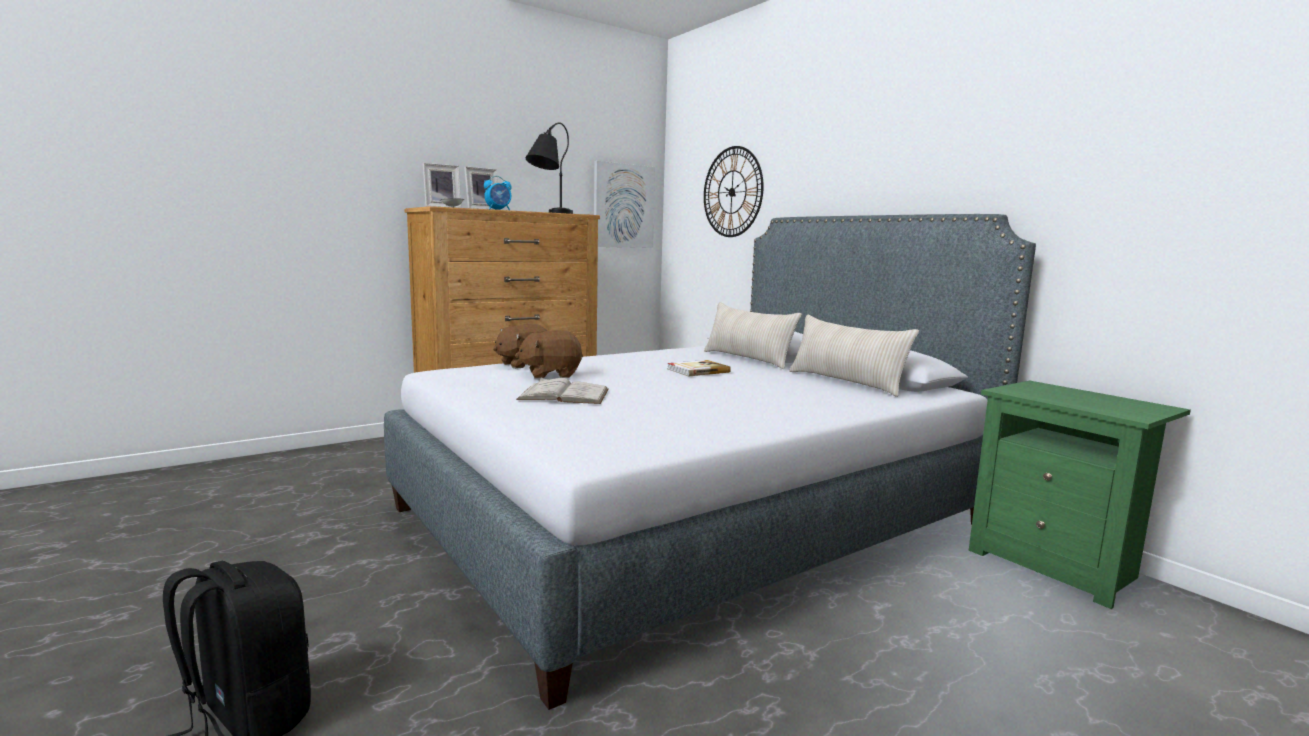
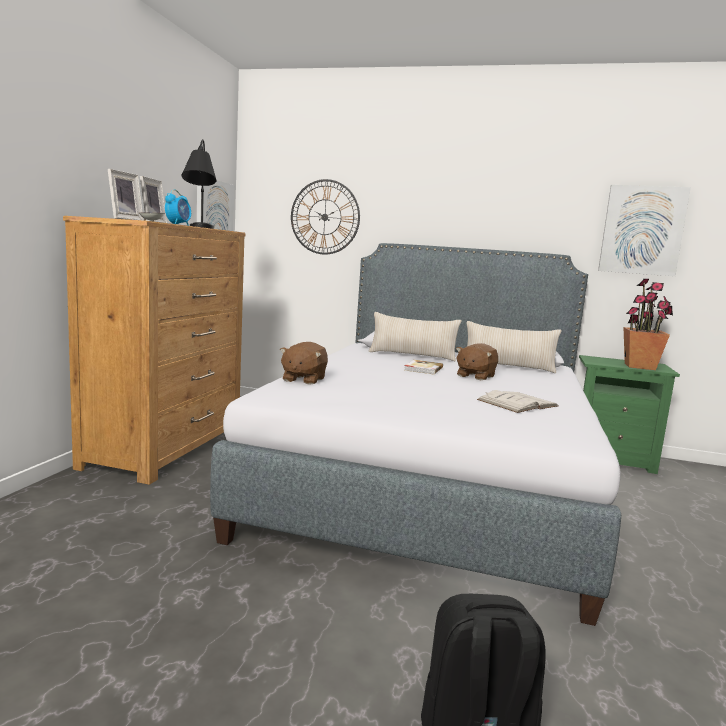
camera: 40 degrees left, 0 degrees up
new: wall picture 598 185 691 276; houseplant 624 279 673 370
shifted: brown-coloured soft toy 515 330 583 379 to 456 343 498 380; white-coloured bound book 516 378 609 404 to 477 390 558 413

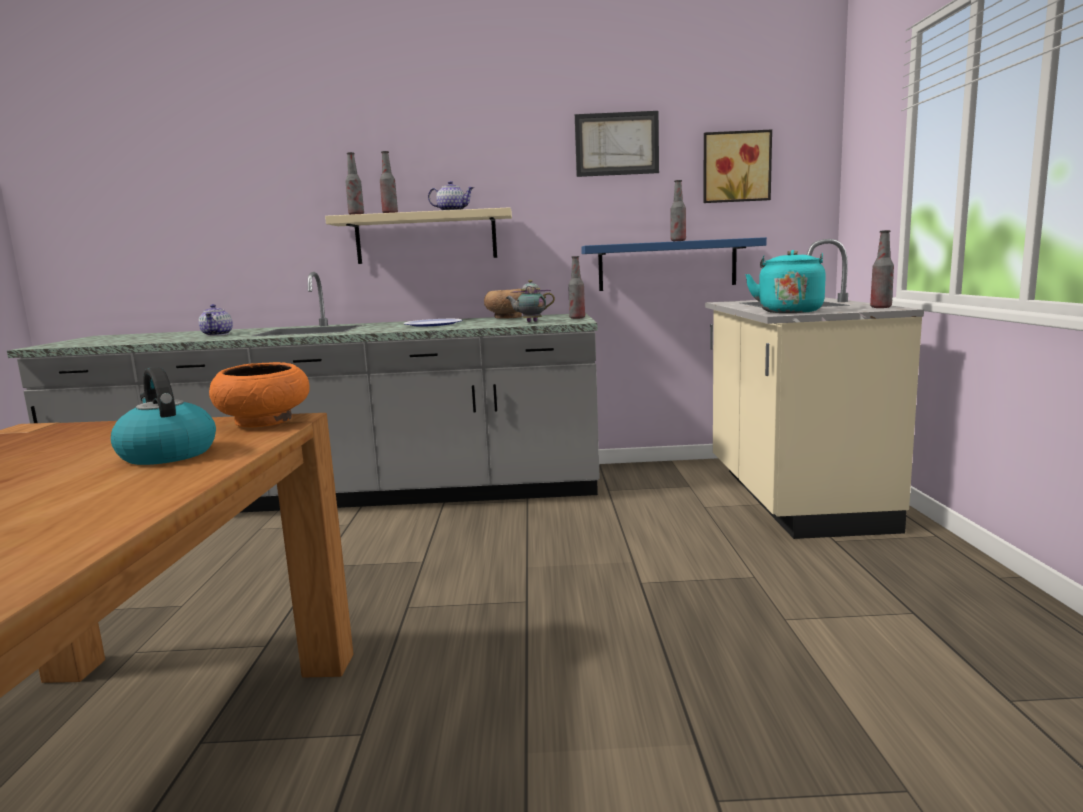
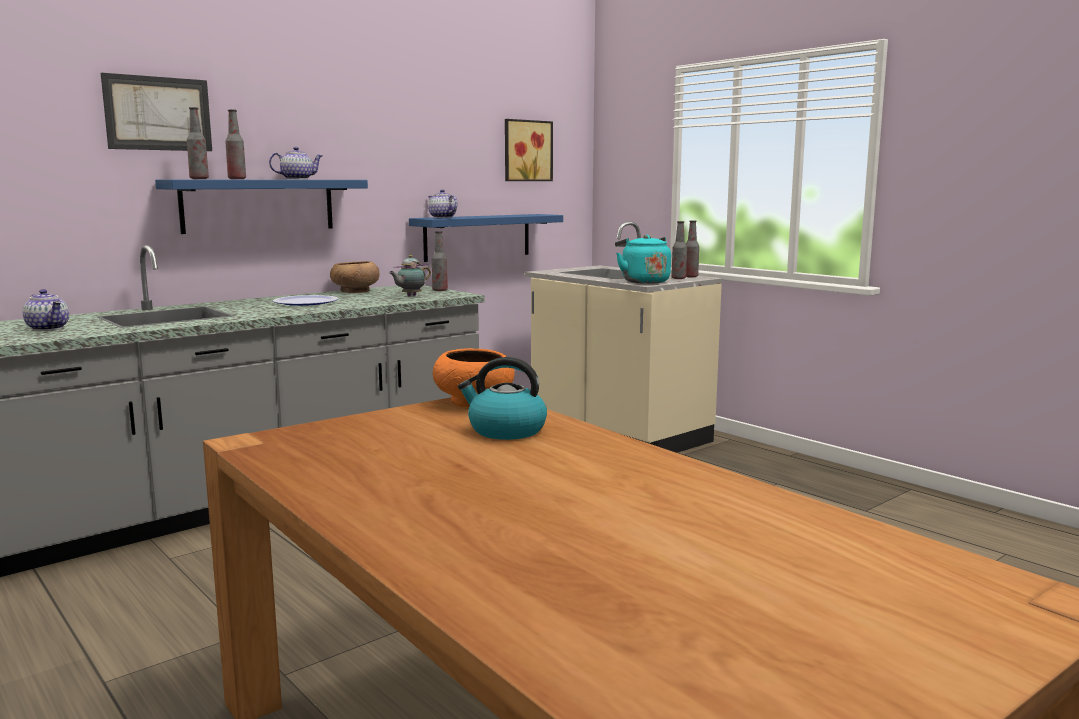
camera: 40 degrees left, 0 degrees up
new: pot for tea 428 189 457 218
shifted: wall picture 575 111 659 177 to 101 73 212 151; beverage bottle 671 180 686 241 to 671 221 687 279
repainted: beige-coloured wall shelf 325 207 512 264 to blue-coloured wall shelf 155 180 368 234

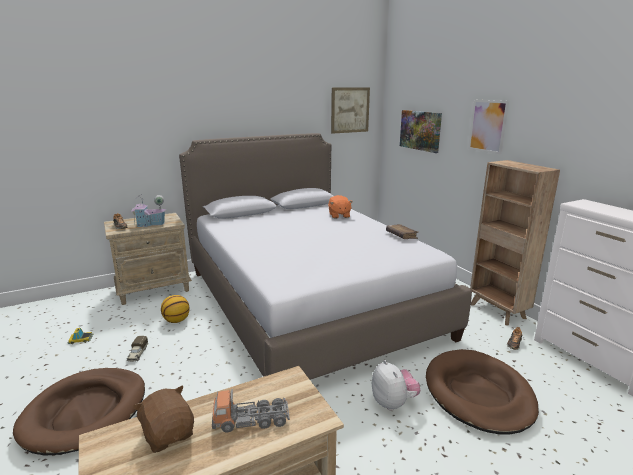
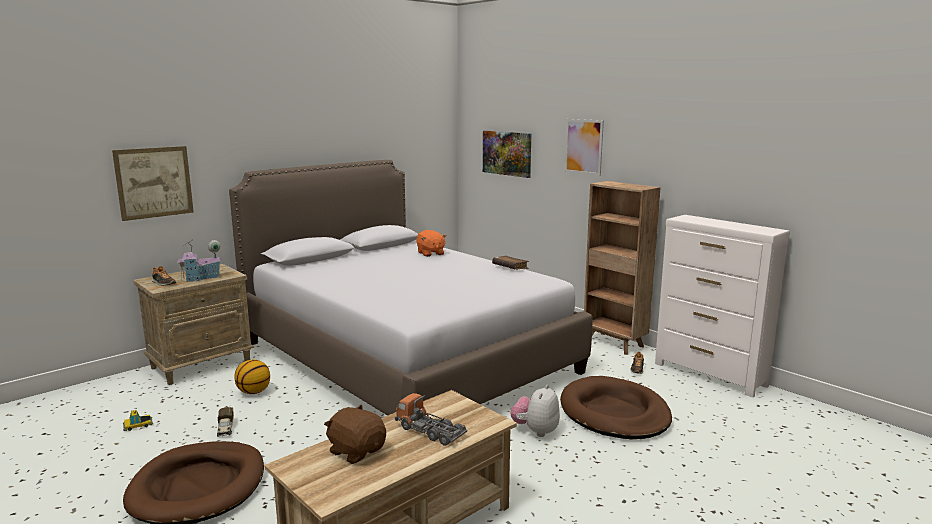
camera: 15 degrees left, 5 degrees down
shifted: wall picture 331 87 370 134 to 112 146 194 221
rotated: toy truck 212 389 290 433 = 395 393 467 446 60 degrees clockwise; soft toy 372 360 420 411 = 510 385 560 437 120 degrees counterclockwise

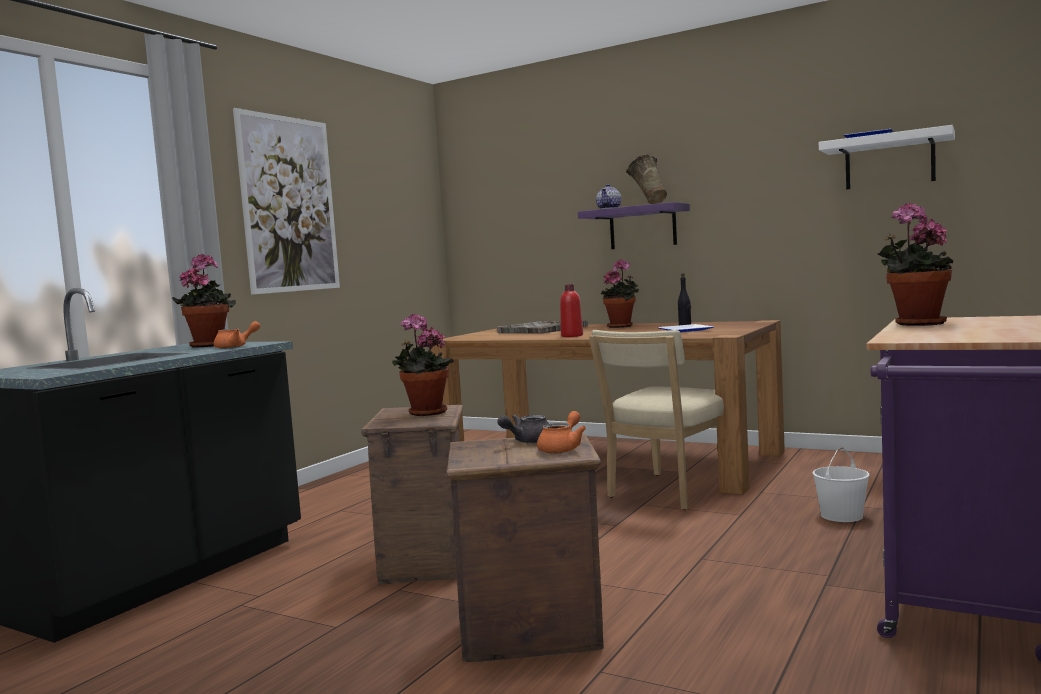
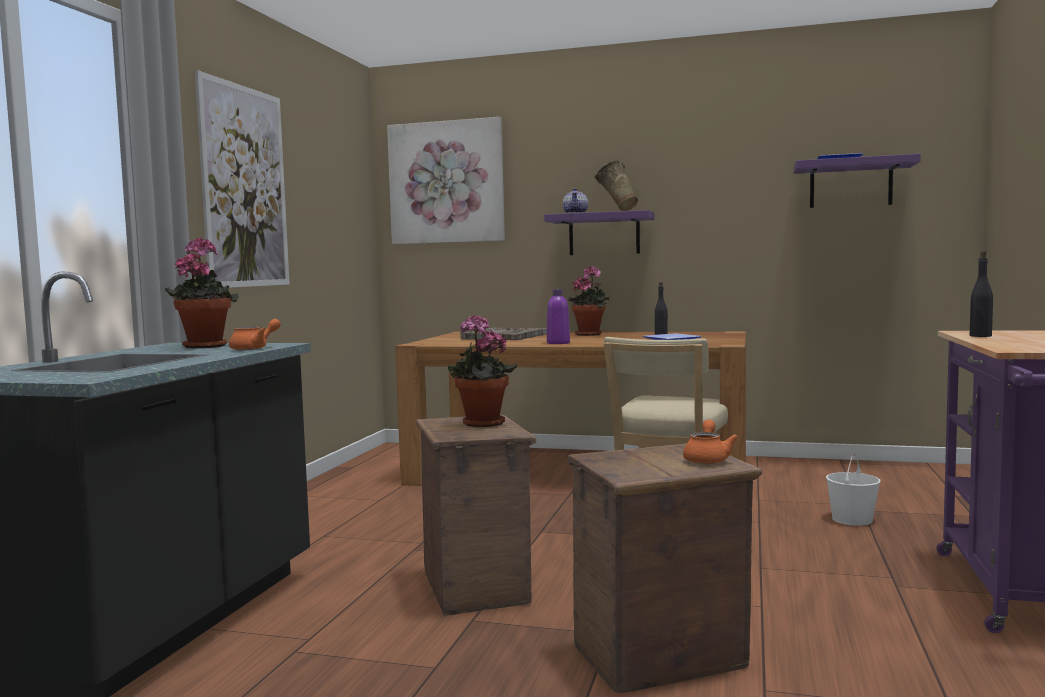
camera: 15 degrees left, 0 degrees up
gone: greyish pot for tea 497 415 549 443
new: wall picture 387 117 505 244
swapped: houseplant 878 203 953 326 to black beverage bottle 970 251 993 337
repainted: red-coloured beverage bottle 560 284 583 337 to purplish beverage bottle 547 289 570 344; white-coloured wall shelf 819 125 955 190 to purplish wall shelf 794 154 921 208

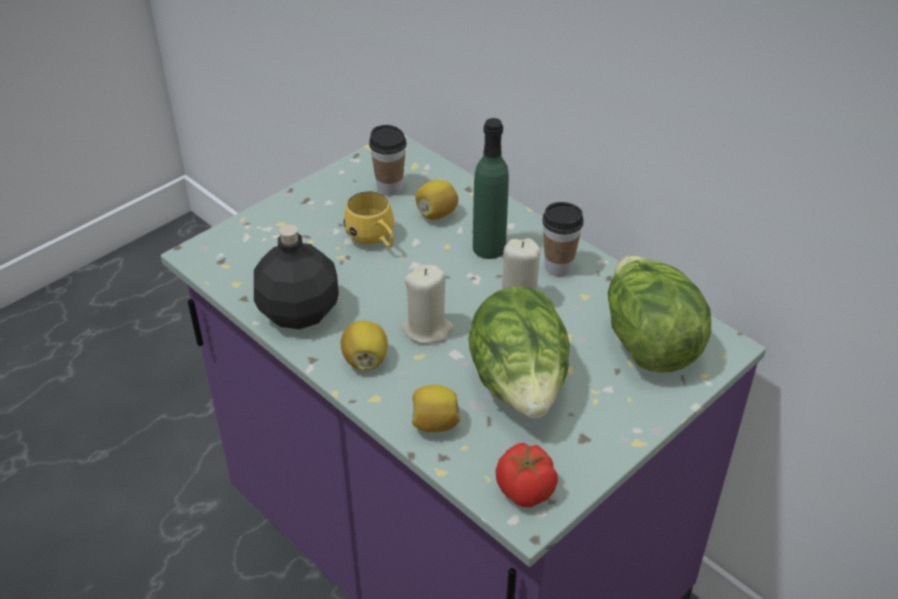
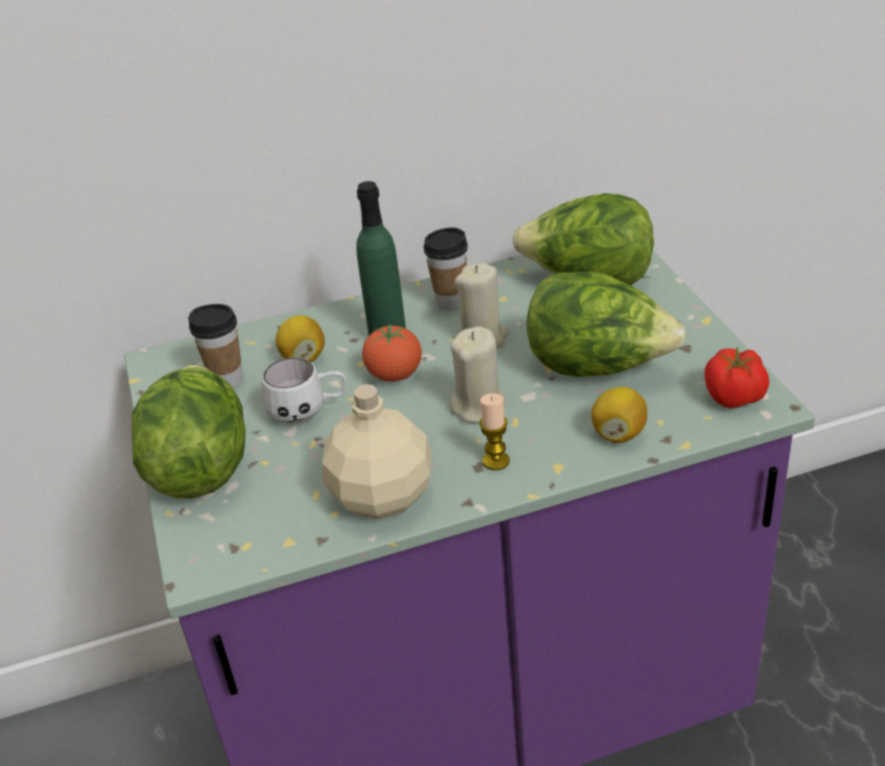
camera: 60 degrees left, 5 degrees down
new: head of lettuce 131 365 246 498; tomato 362 324 422 382
swapped: lemon 341 320 388 370 to wax light 479 393 510 470
repainted: yellow tea mug 343 191 394 248 to white-coloured tea mug 261 358 346 424; black beverage bottle 254 224 339 329 to beige-coloured beverage bottle 322 384 431 519

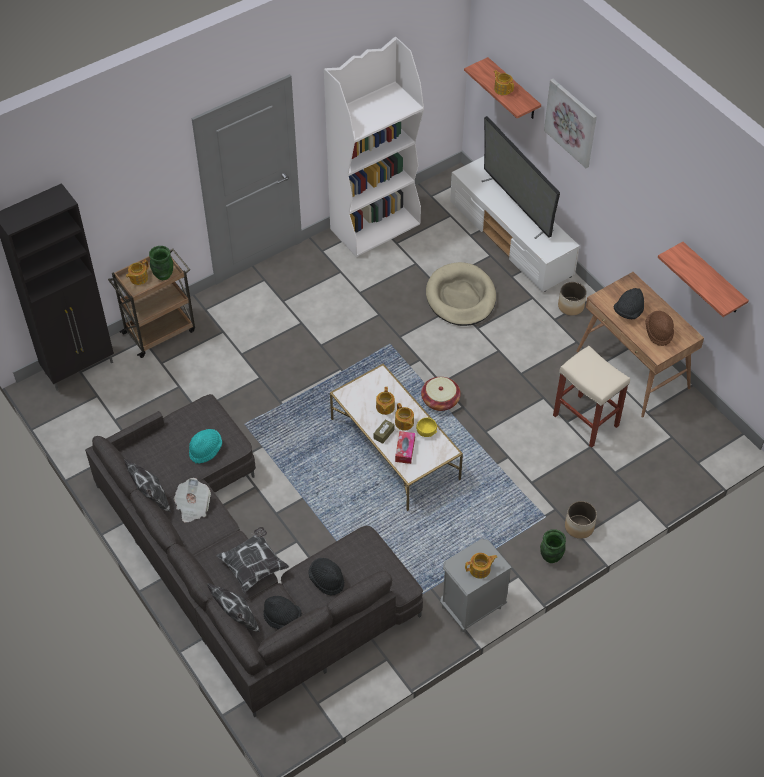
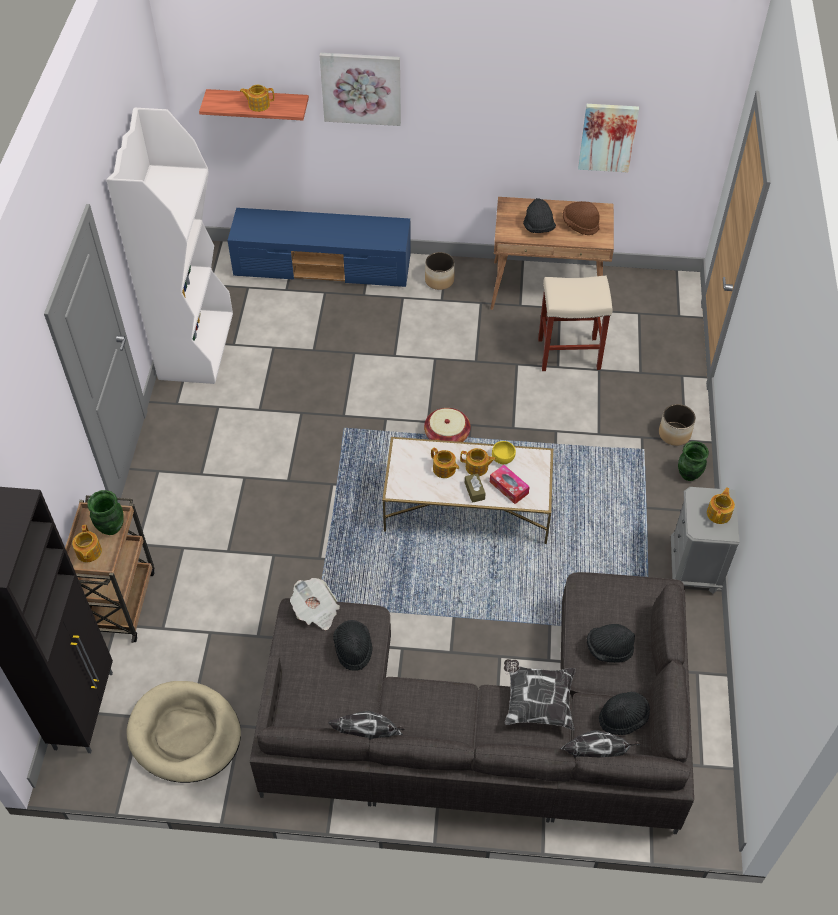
camera: 50 degrees left, 0 degrees up
gone: television 482 116 560 239
shifted: beige-coloured pet bed 426 262 496 326 to 127 681 241 783; printed paper 174 478 211 523 to 290 578 340 630
swapped: wall shelf 658 242 749 317 to wall picture 578 104 639 173
repainted: white-coloured tv stand 450 156 580 292 to blue-coloured tv stand 228 208 411 287; turquoise-coloured wearable hat 189 429 222 464 to black wearable hat 333 620 373 671

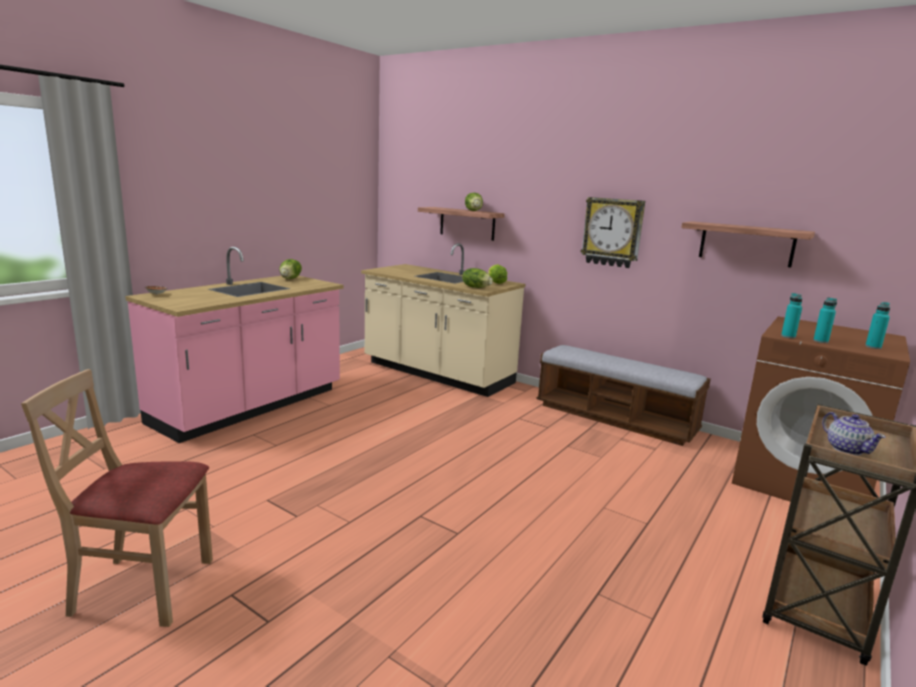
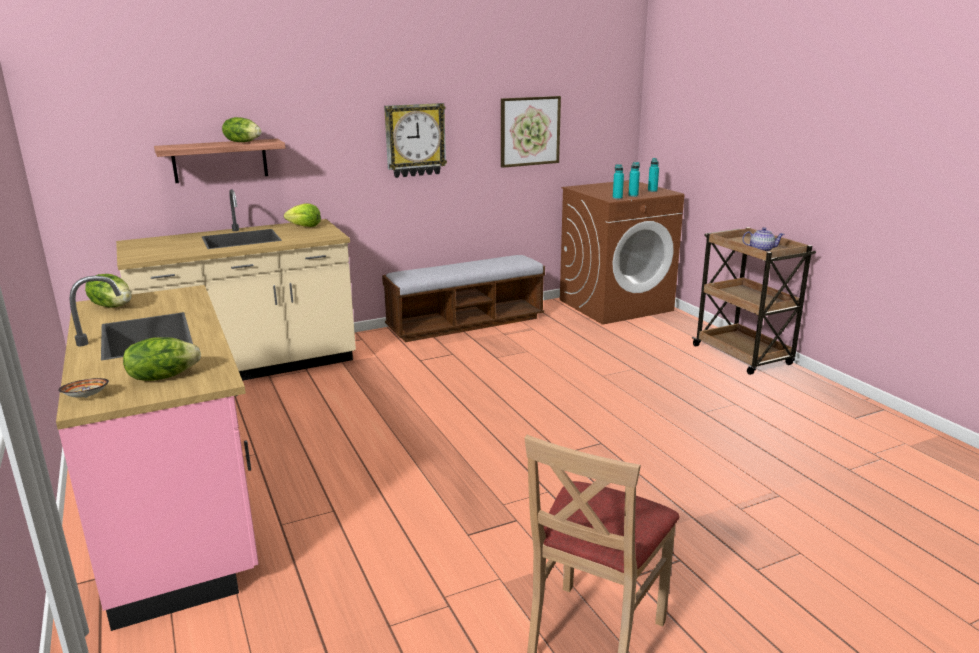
camera: 60 degrees left, 5 degrees up
shifted: head of lettuce 462 268 493 288 to 123 337 201 381
swapped: wall shelf 681 221 815 267 to wall picture 501 96 561 168

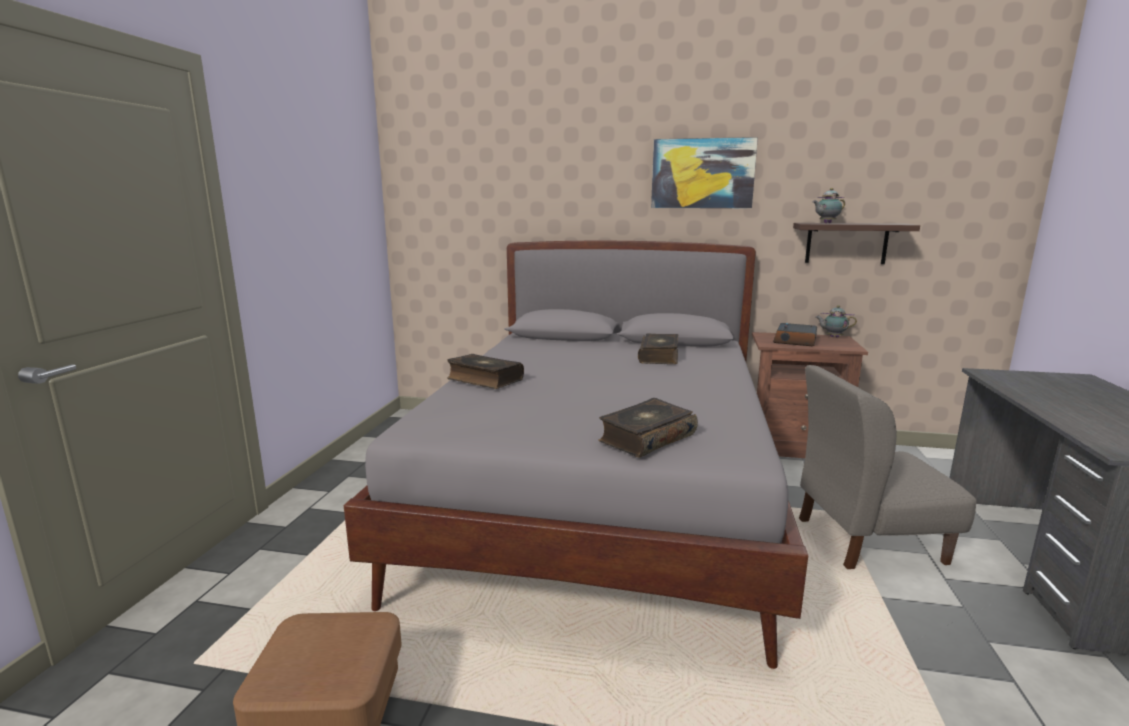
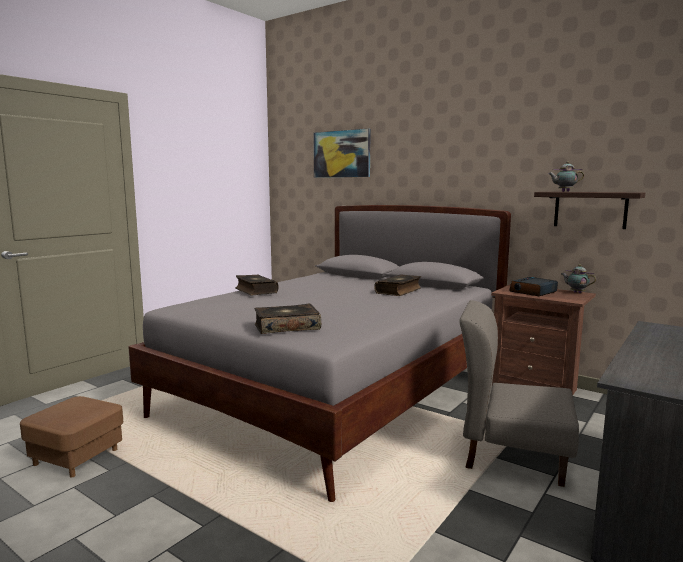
camera: 25 degrees right, 5 degrees down
shifted: wall picture 651 137 758 208 to 313 128 371 178

